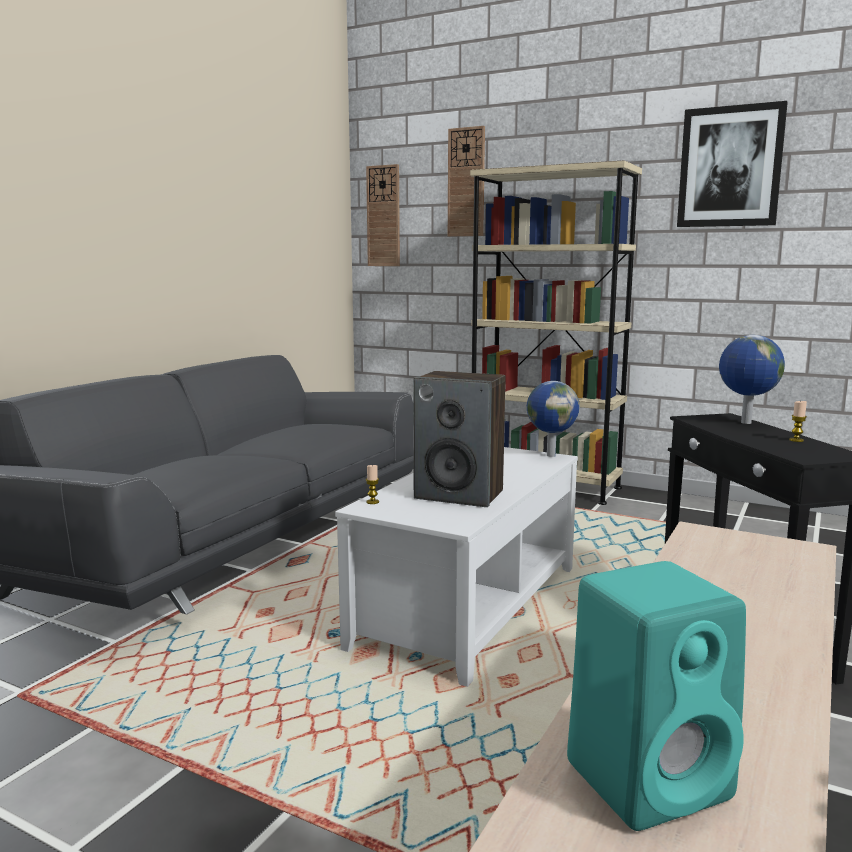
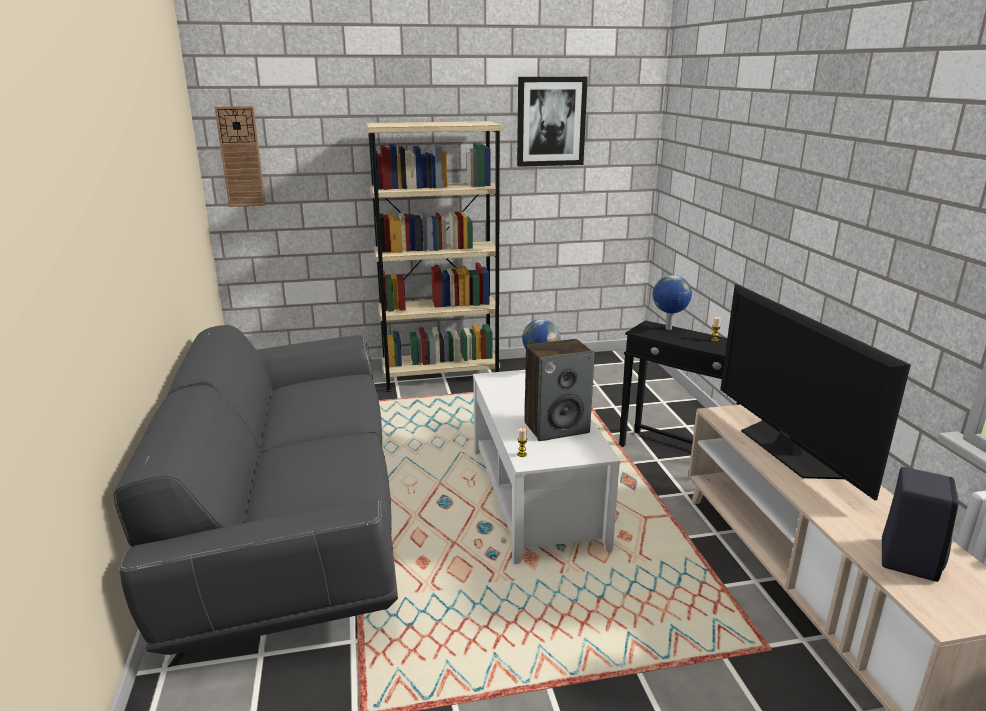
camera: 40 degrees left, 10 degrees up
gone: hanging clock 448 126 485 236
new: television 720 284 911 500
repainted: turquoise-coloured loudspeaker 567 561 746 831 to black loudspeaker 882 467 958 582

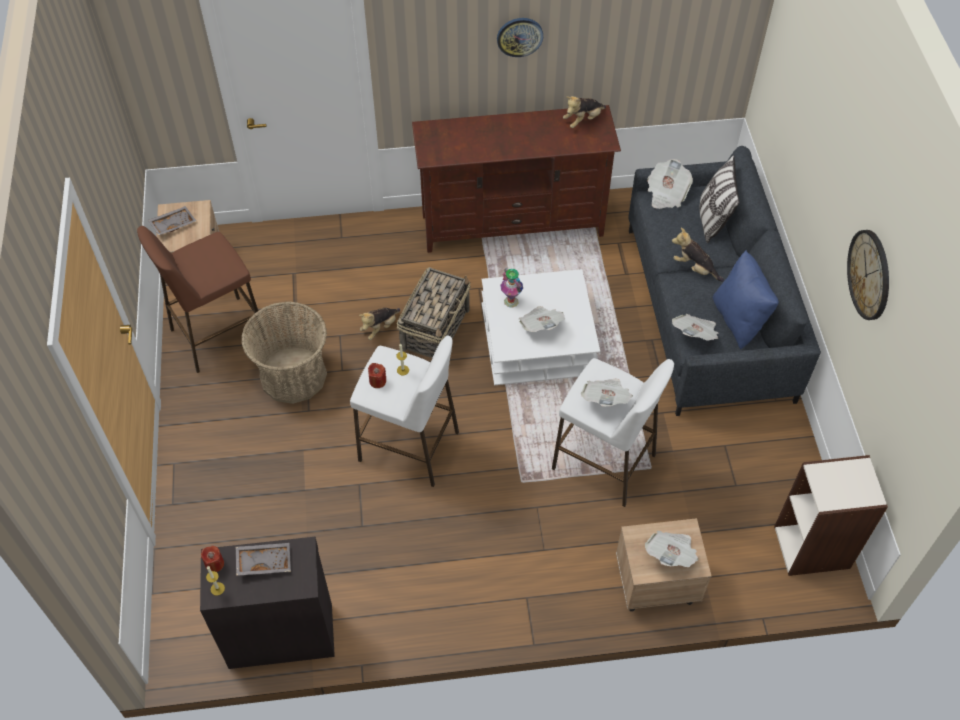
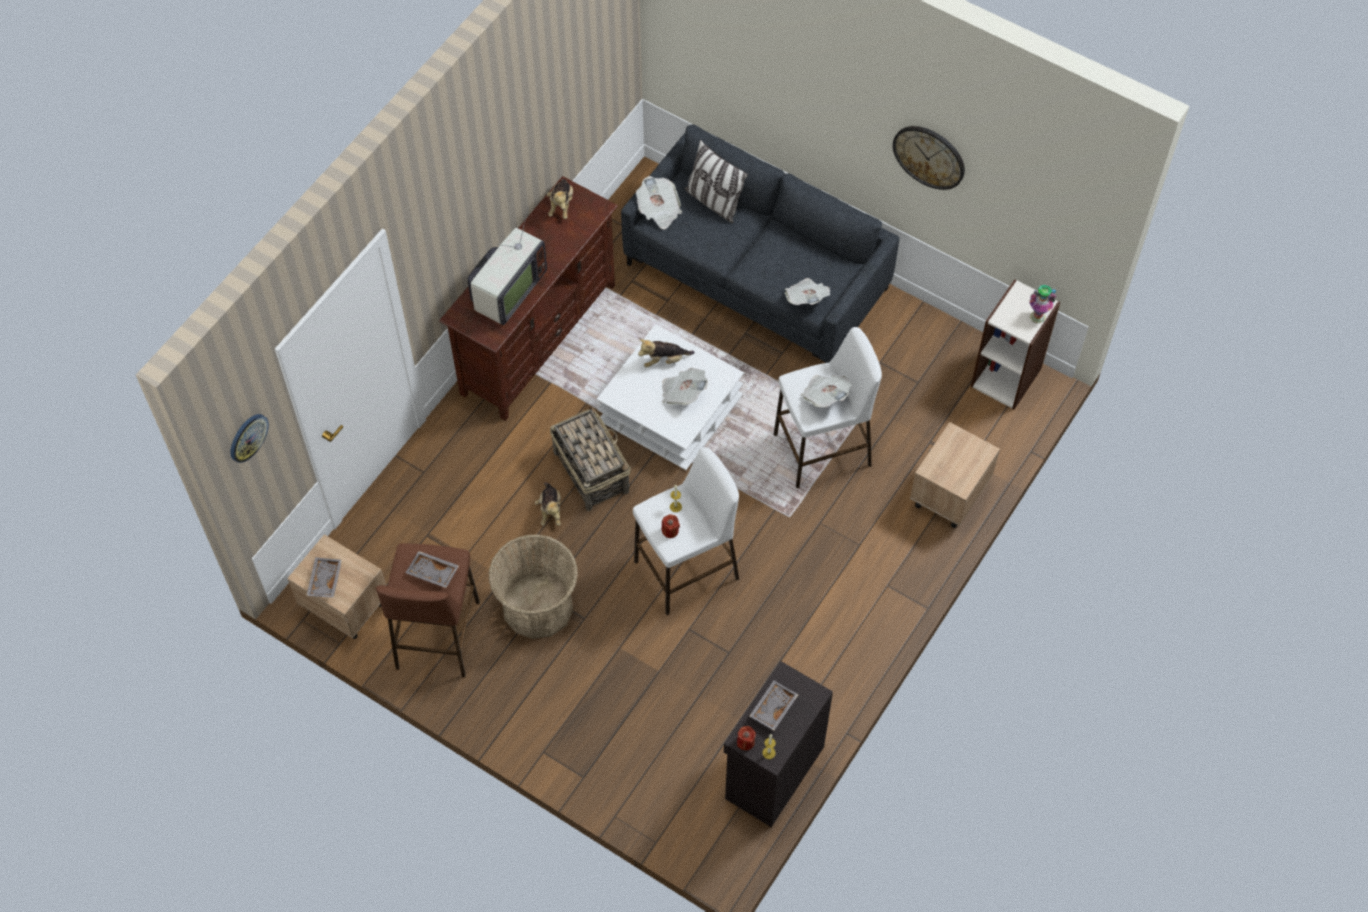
camera: 50 degrees left, 5 degrees up
gone: printed paper 645 531 699 567; blue-coloured cushion 713 250 779 349
new: greyish serving tray 405 551 459 588; television 467 205 547 325
shifted: hanging clock 497 18 543 57 to 230 414 269 463; soft toy 672 228 724 282 to 638 339 695 368; decorative vase 500 268 523 308 to 1030 285 1056 323

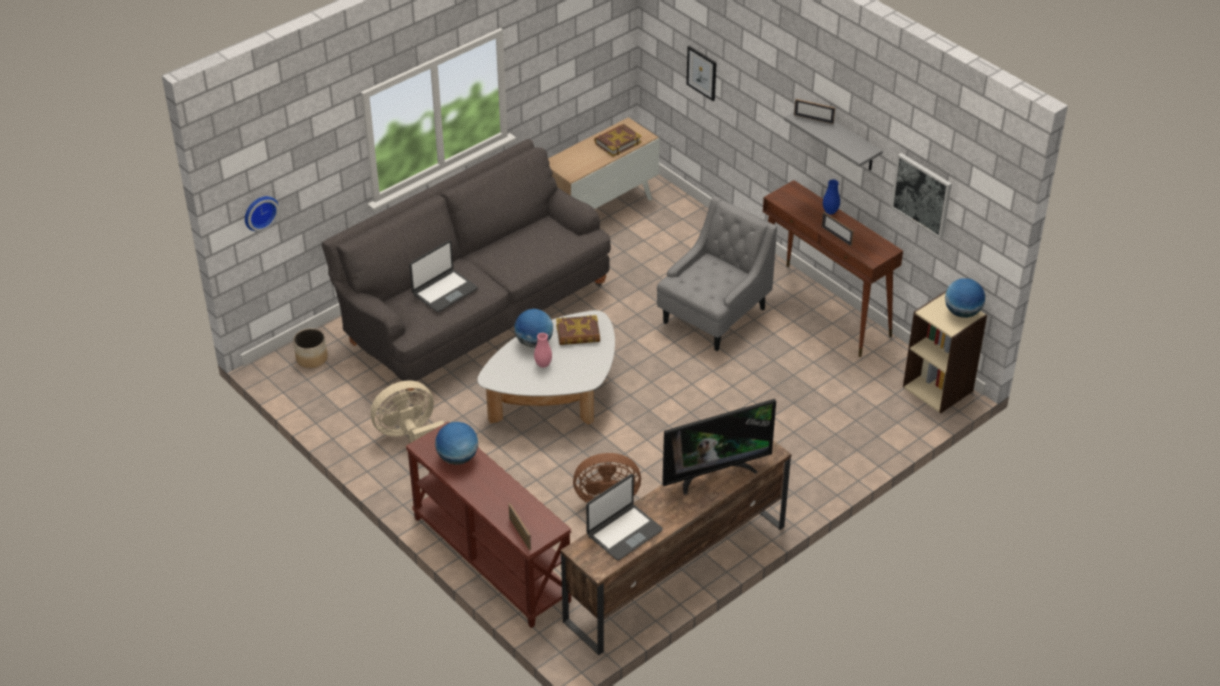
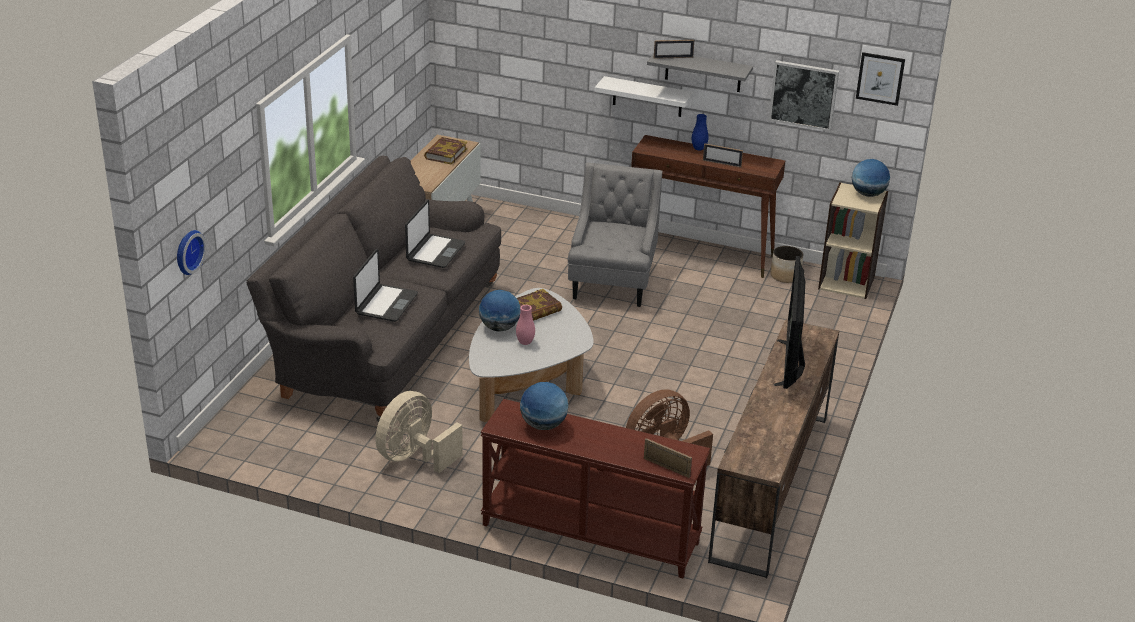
camera: 30 degrees left, 10 degrees down
new: white-coloured wall shelf 595 76 693 117
shifted: notebook computer 586 474 663 560 to 405 200 466 268; planter 293 328 328 368 to 770 246 803 283; wall picture 686 46 717 101 to 856 52 905 106
rotated: television 662 399 776 494 = 774 256 805 389 150 degrees clockwise

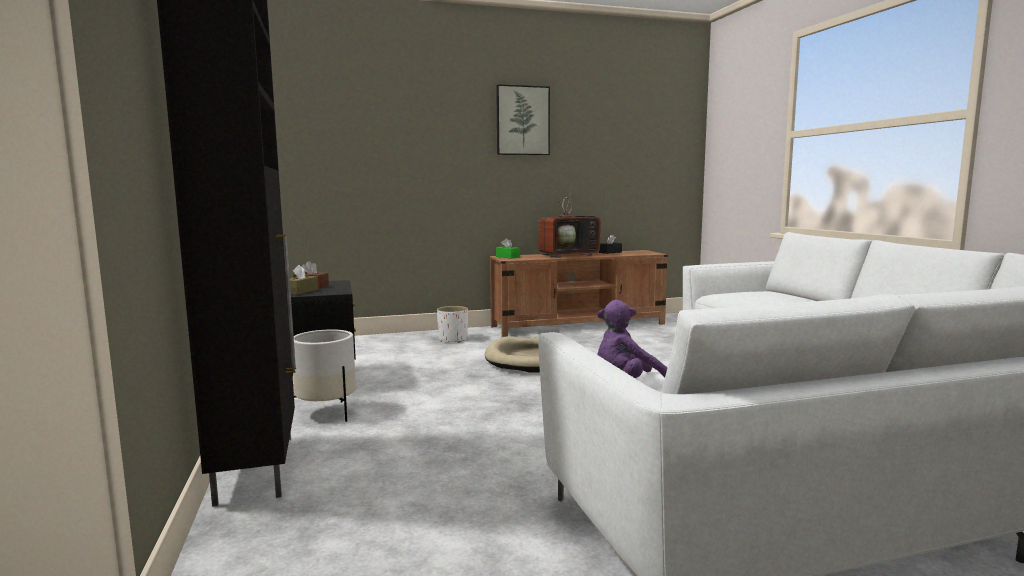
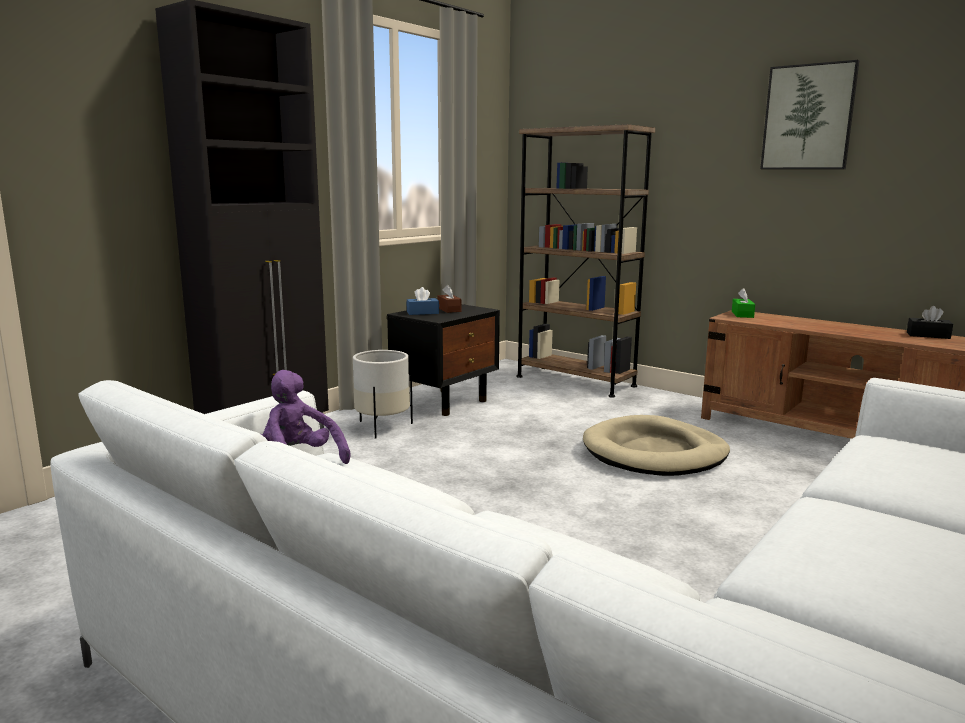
camera: 55 degrees right, 5 degrees up
gone: white-coloured planter 437 306 468 343; television 538 183 601 258
new: brown-coloured shelving unit 516 124 655 398
repainted: brown-coloured box of tissues 290 265 319 295 to blue-coloured box of tissues 407 287 439 315

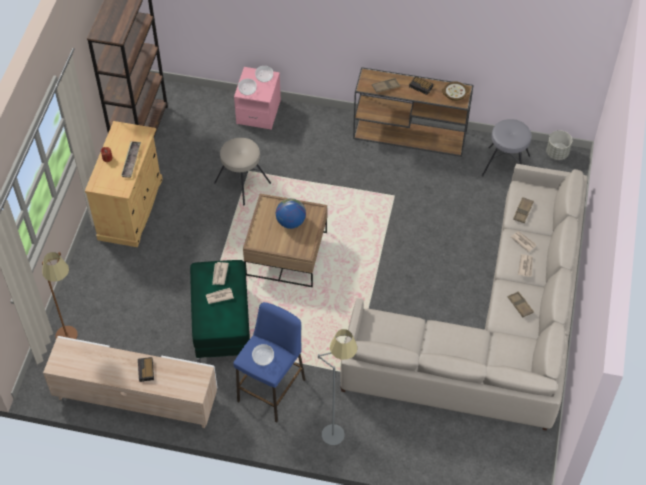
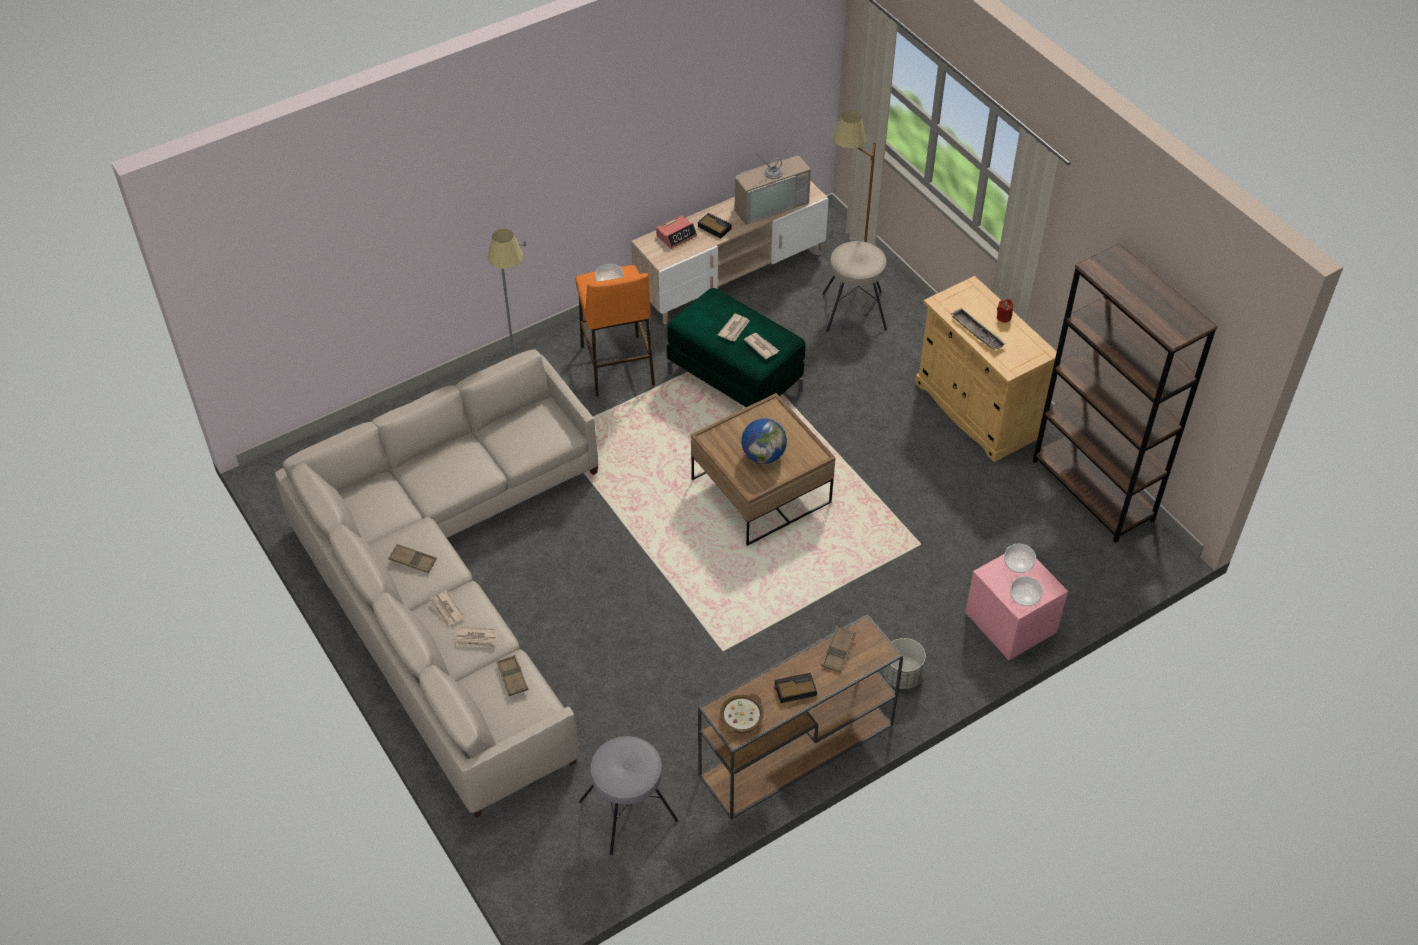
camera: 135 degrees right, 5 degrees down
new: bedside clock 656 215 697 249; television 735 136 811 225
shifted: beige-coloured stool 214 138 271 205 to 822 241 887 332; greyish planter 546 130 572 160 to 883 638 926 689
repainted: blue-coloured stool 233 302 305 422 to orangey stool 576 265 655 397

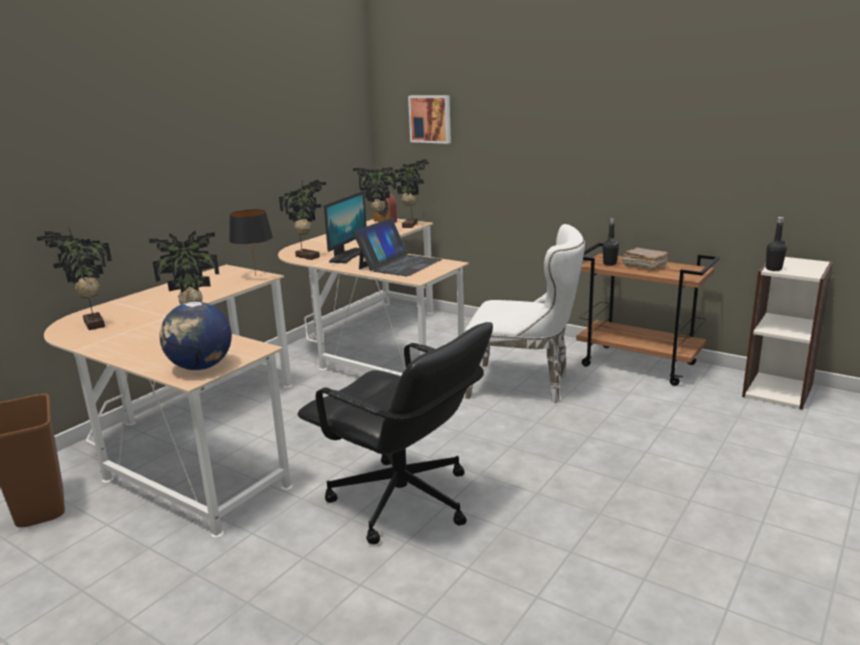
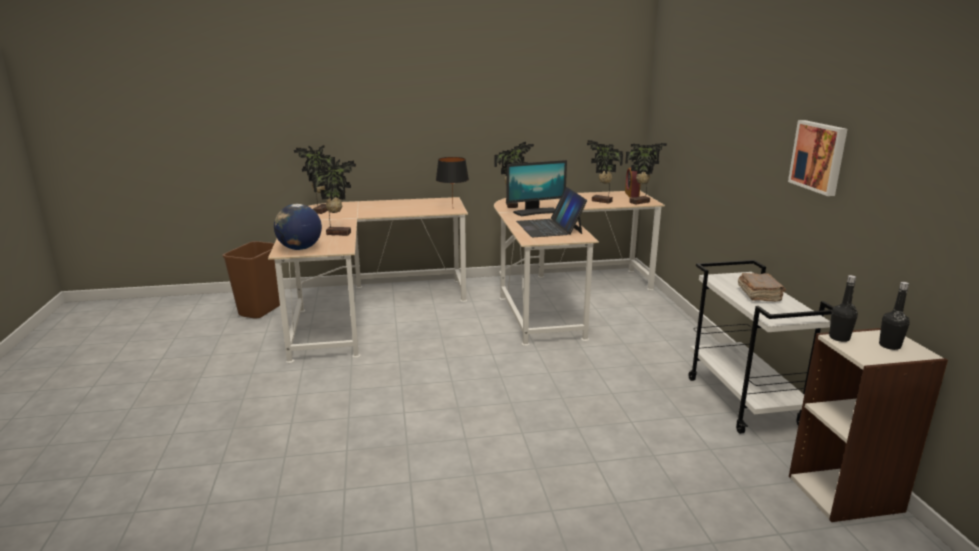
camera: 45 degrees right, 0 degrees up
gone: black desk chair 298 322 493 544; white-coloured upright chair 464 224 585 403
shifted: wall picture 408 96 451 144 to 788 120 847 196; black beverage bottle 603 219 619 266 to 879 282 910 350
repainted: brown-coloured trolley 576 243 720 386 to white-coloured trolley 689 260 834 434
rotated: notebook computer 353 218 442 276 = 516 187 587 237 90 degrees clockwise

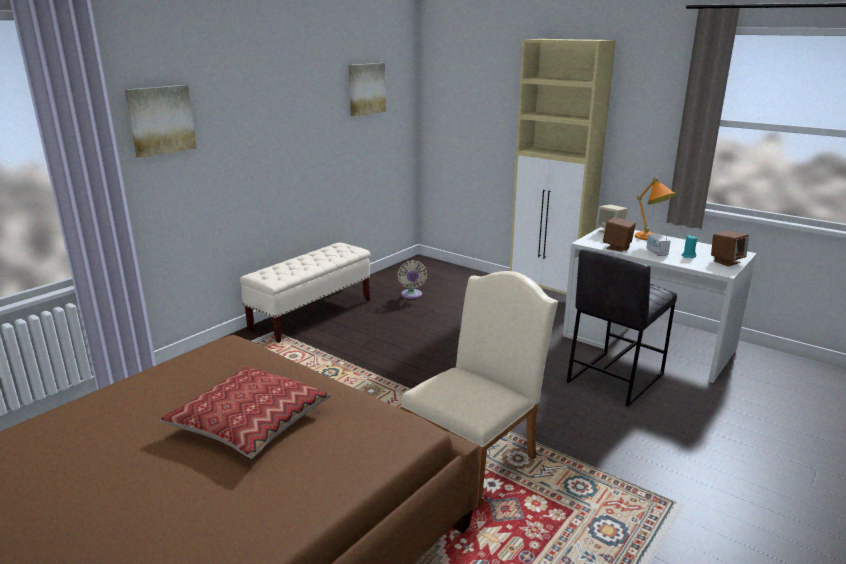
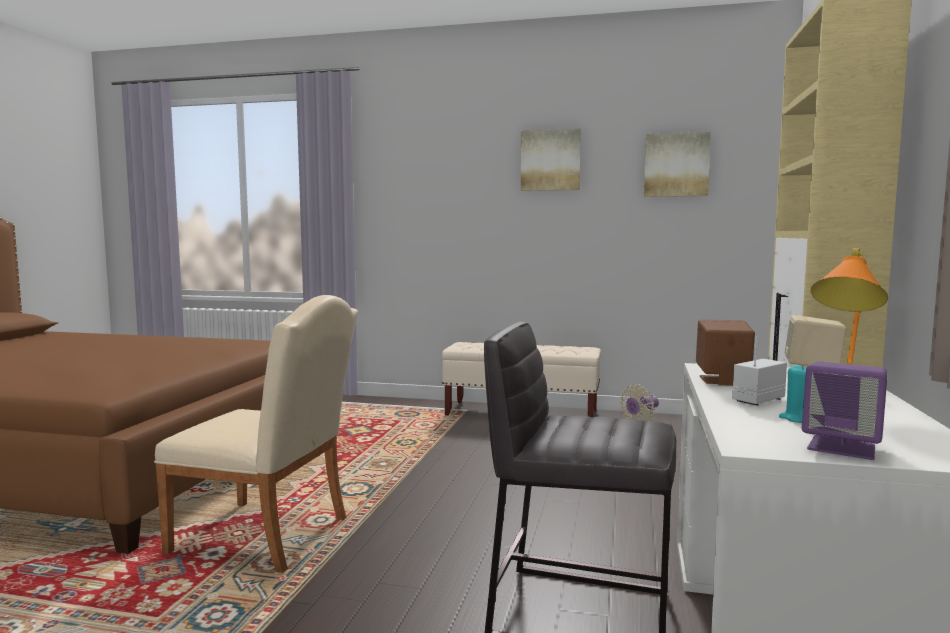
camera: 65 degrees right, 15 degrees down
gone: cushion 159 366 331 459
shifted: wall picture 125 85 196 158 to 521 128 581 191
repainted: brown-coloured loudspeaker 711 231 749 266 to purplish loudspeaker 802 361 887 460

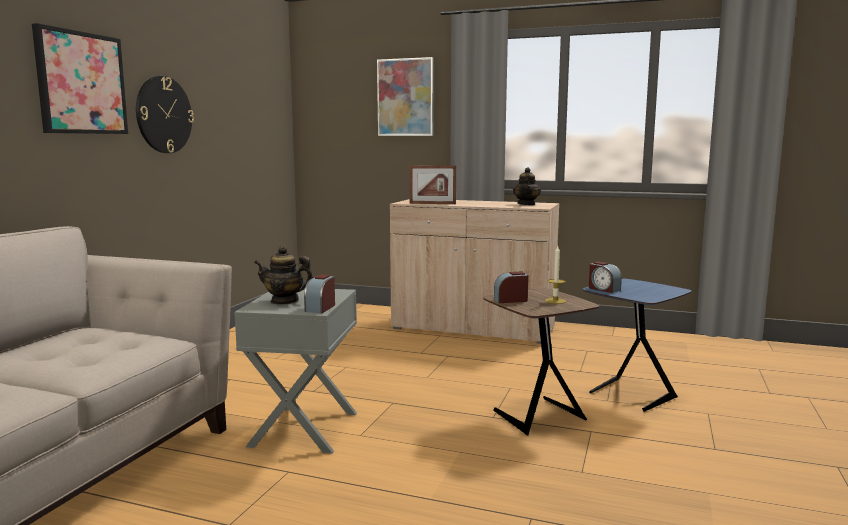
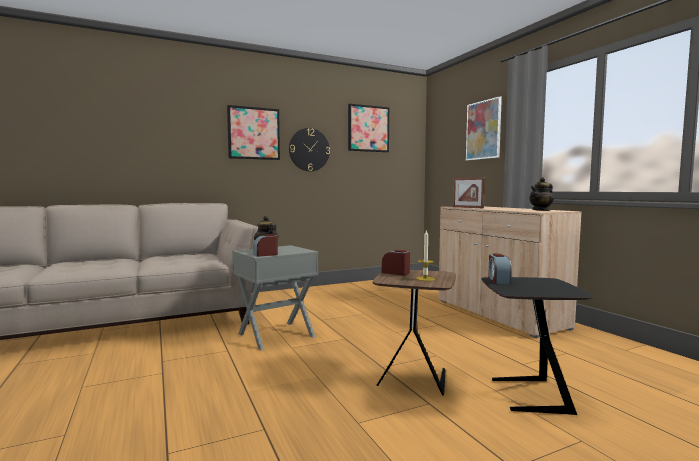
camera: 45 degrees right, 5 degrees down
new: wall picture 348 104 389 152
repainted: blue-coloured side table 582 279 692 412 to black side table 482 277 593 415

